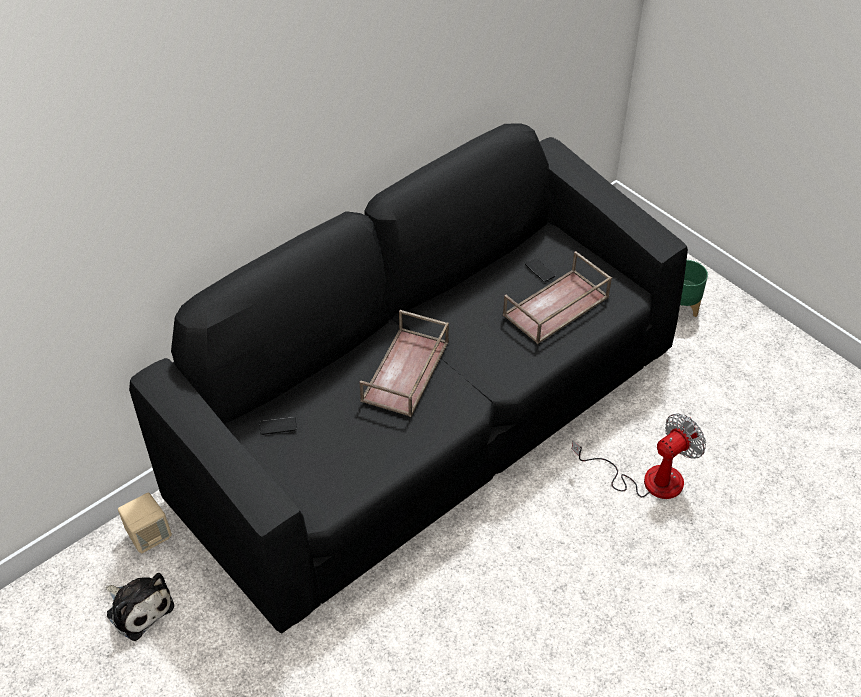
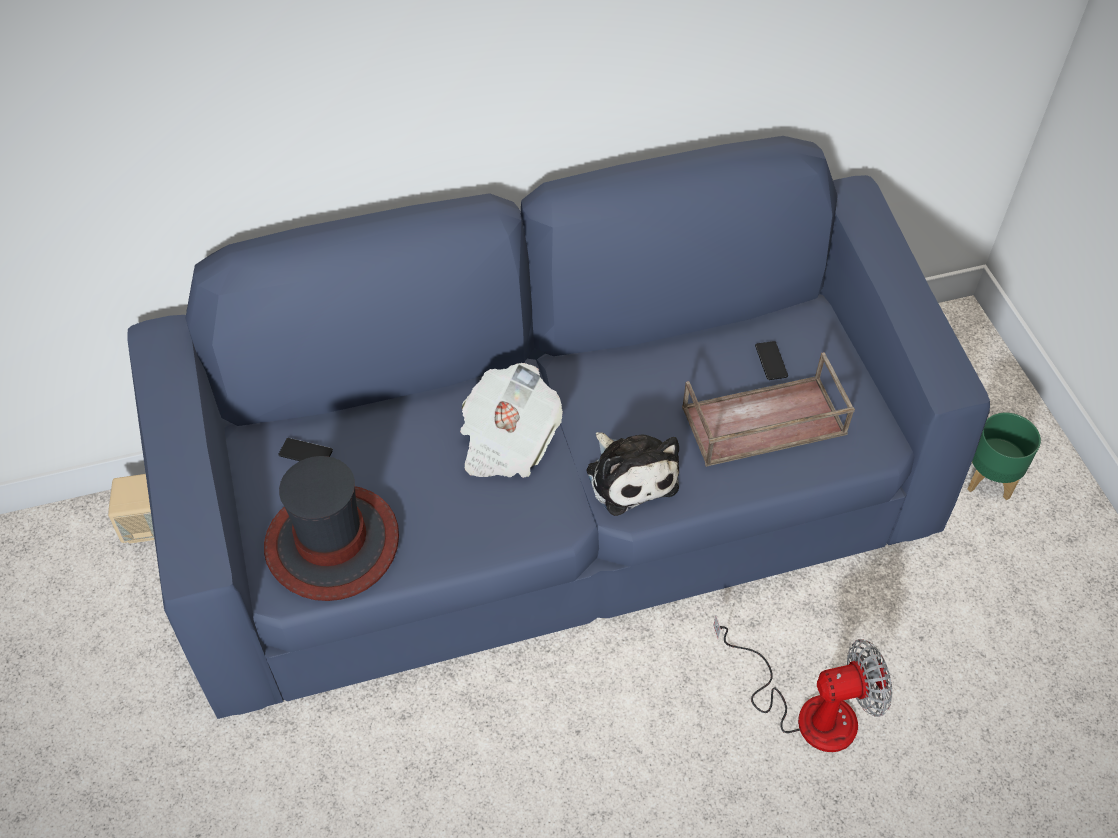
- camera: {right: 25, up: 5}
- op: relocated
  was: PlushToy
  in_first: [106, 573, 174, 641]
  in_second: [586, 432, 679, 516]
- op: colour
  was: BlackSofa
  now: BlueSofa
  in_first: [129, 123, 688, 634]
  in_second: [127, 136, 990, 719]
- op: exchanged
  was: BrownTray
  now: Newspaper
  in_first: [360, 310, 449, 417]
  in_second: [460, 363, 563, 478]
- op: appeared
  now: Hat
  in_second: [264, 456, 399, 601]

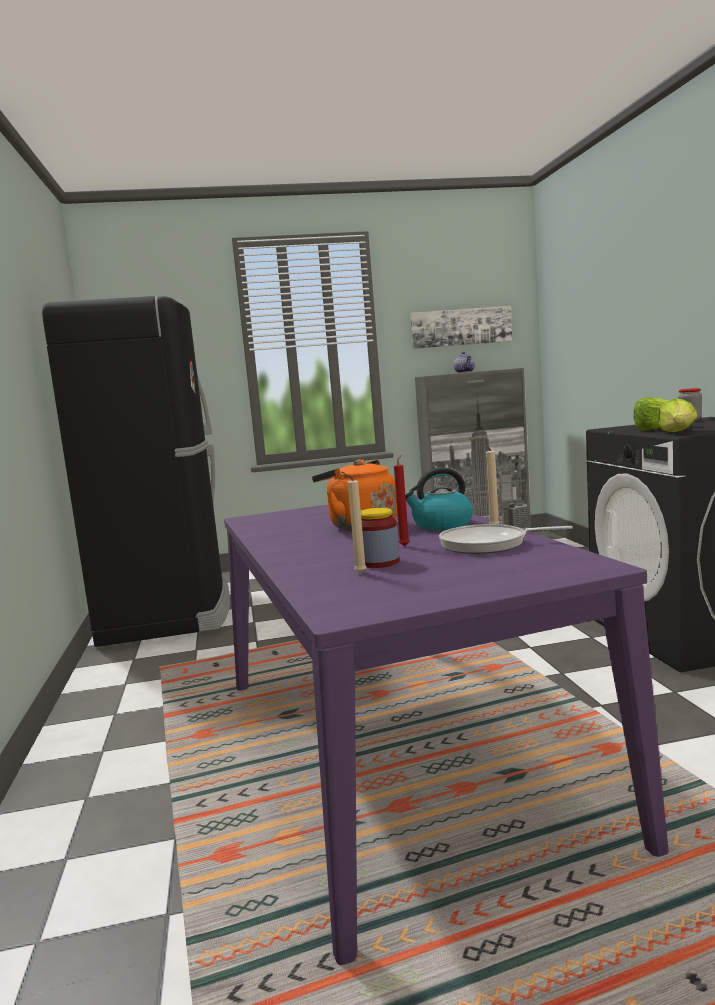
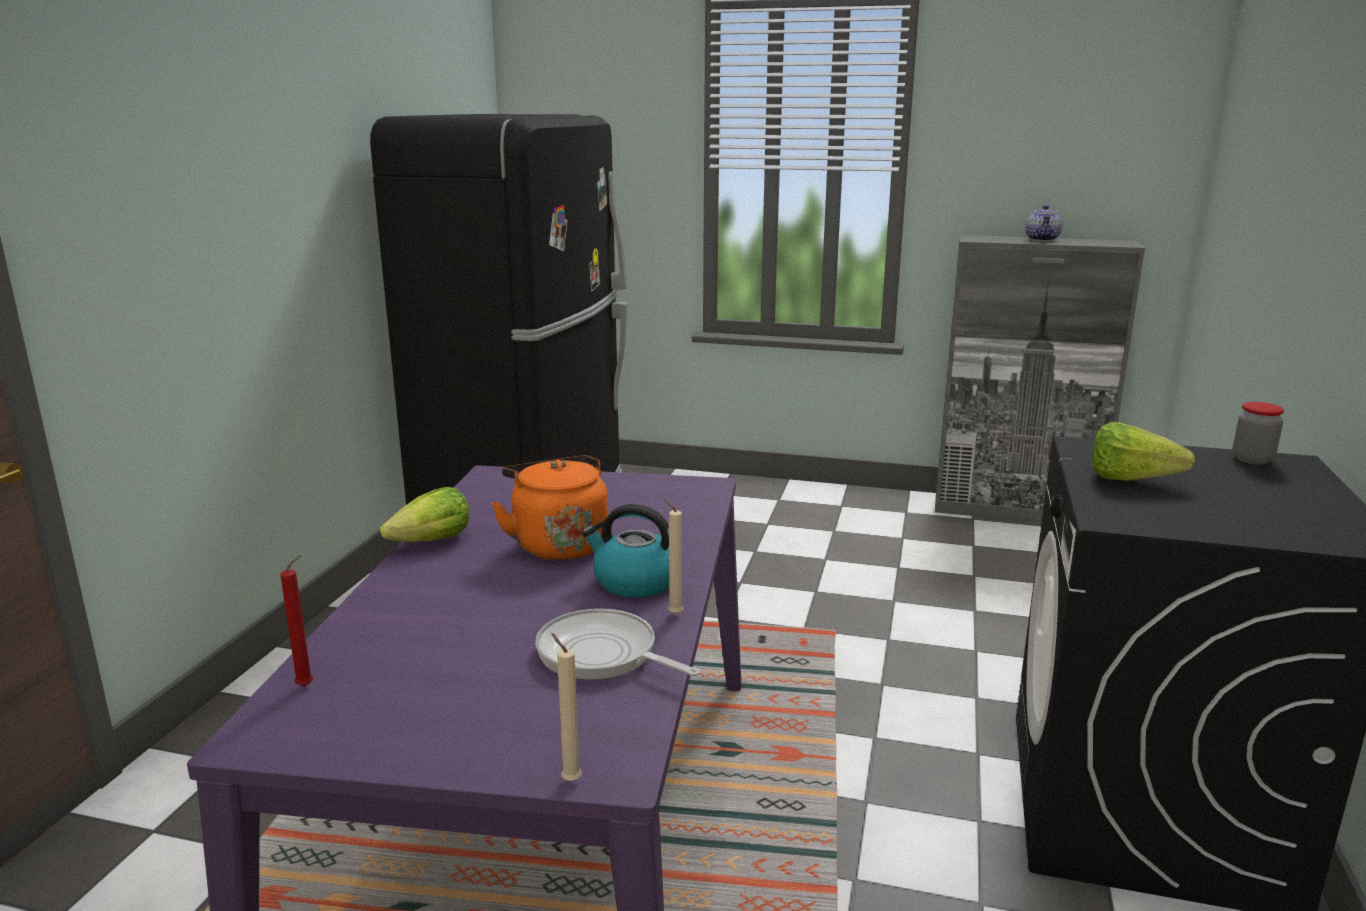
- camera: {right: 25, up: 10}
- op: relocated
  was: BeigeCandle
  in_first: [341, 471, 367, 573]
  in_second: [551, 633, 581, 782]
- op: missing
  was: Jar
  in_first: [361, 508, 399, 568]
- op: relocated
  was: RedCandle
  in_first: [394, 455, 410, 546]
  in_second: [280, 555, 313, 687]
- op: missing
  was: Picture
  in_first: [410, 306, 512, 349]
- op: relocated
  was: Lettuce
  in_first: [658, 399, 698, 432]
  in_second: [380, 487, 470, 542]

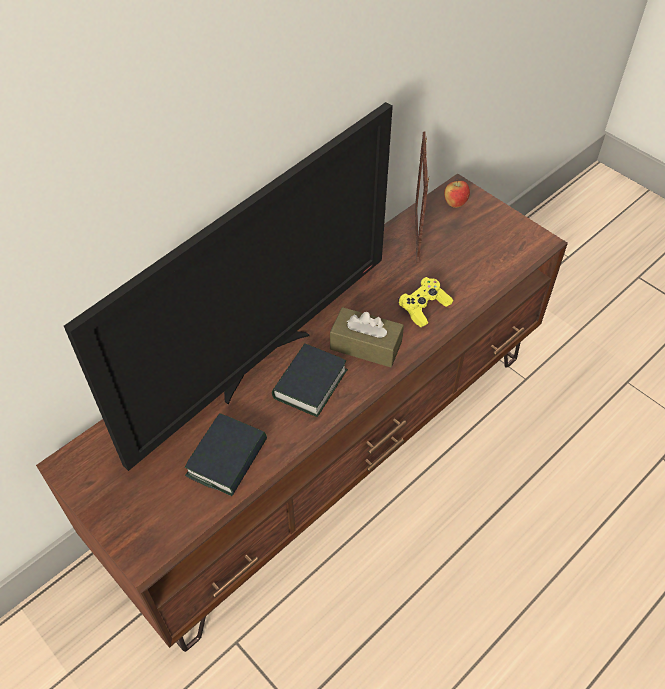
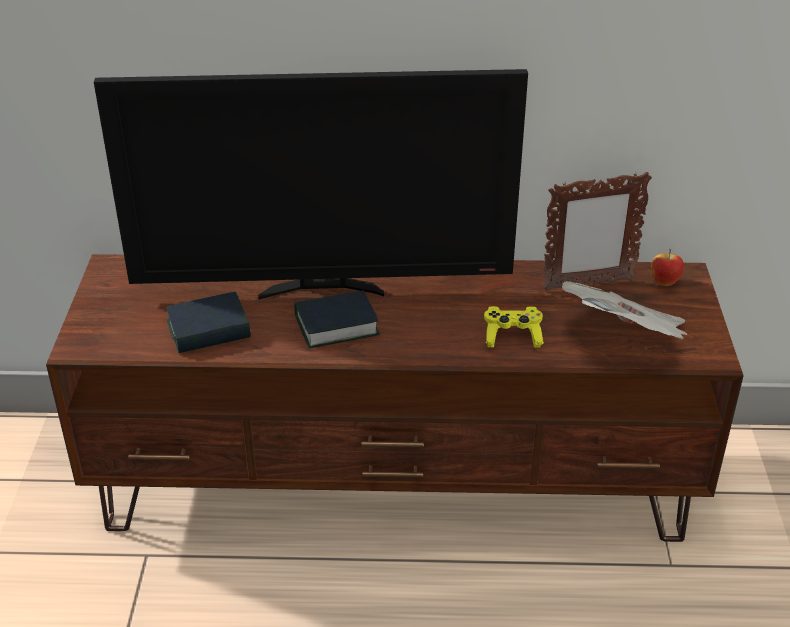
- camera: {right: 45, up: -15}
- op: missing
  was: BrownTissueBox
  in_first: [330, 307, 404, 367]
- op: spun
  was: PictureFrame
  in_first: [415, 132, 429, 263]
  in_second: [542, 172, 652, 291]
  clockwise: -150
- op: appeared
  now: Newspaper
  in_second: [562, 281, 687, 339]

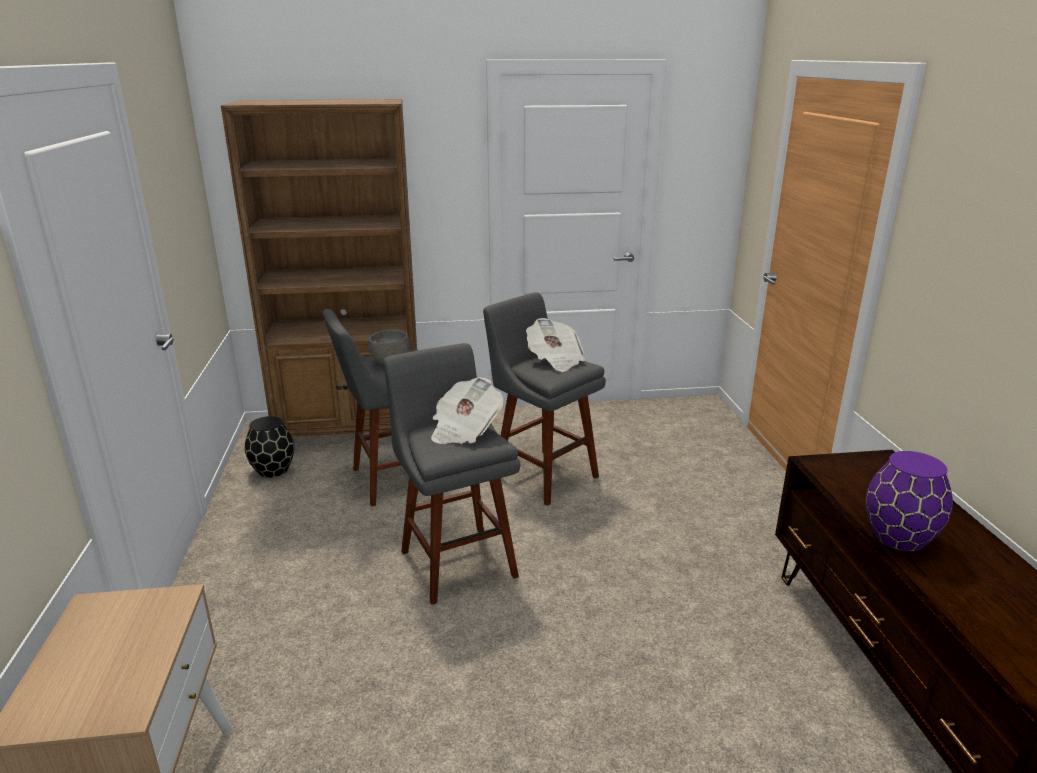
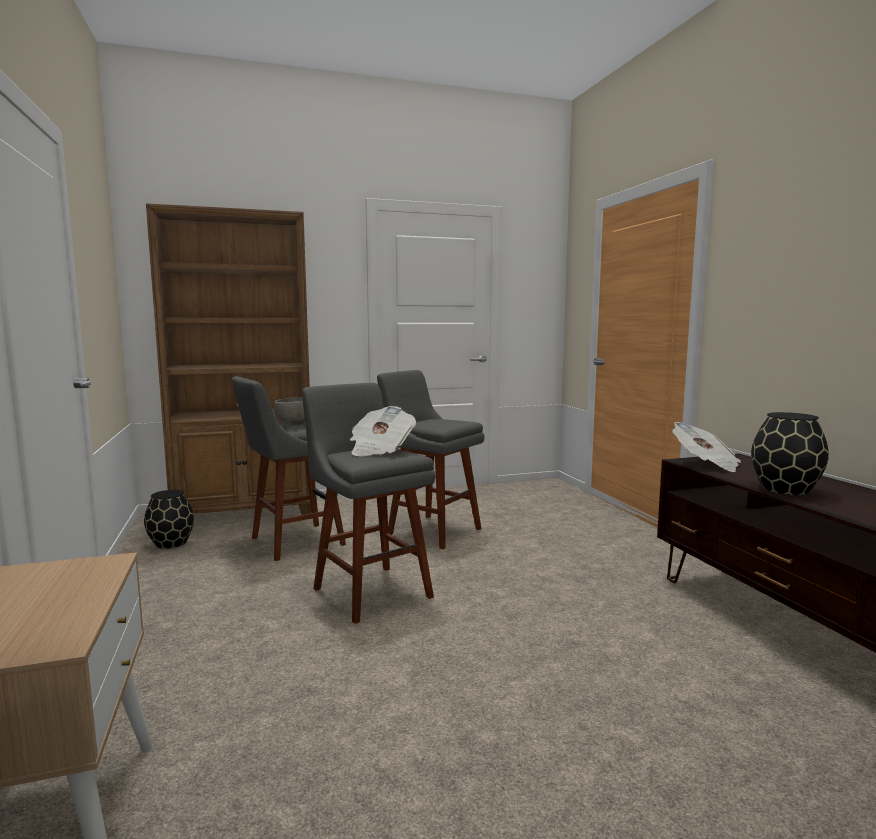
- camera: {right: -10, up: -15}
- op: relocated
  was: Newspaper
  in_first: [526, 318, 585, 372]
  in_second: [672, 422, 741, 472]
- op: colour
  was: PurpleVase
  now: BlackVase
  in_first: [866, 451, 953, 552]
  in_second: [751, 412, 829, 495]

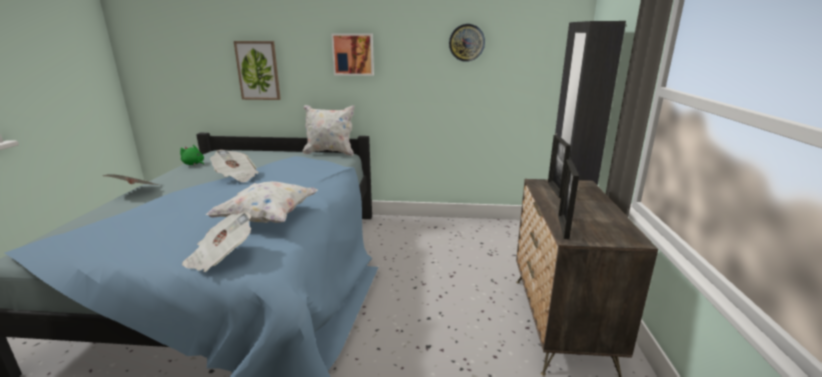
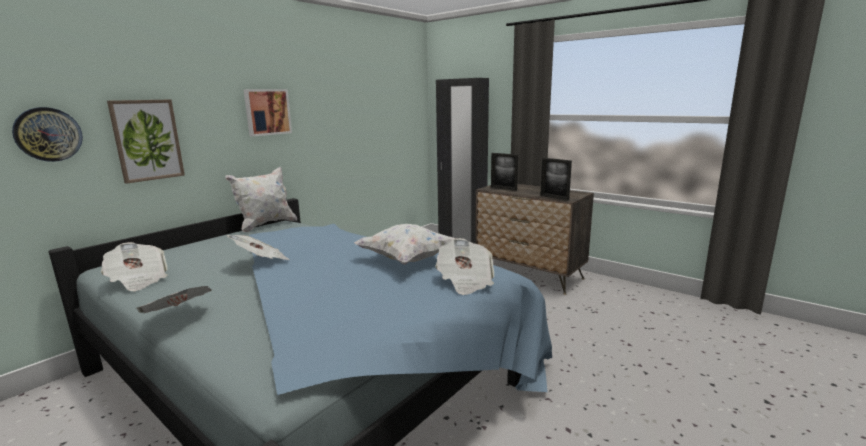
- camera: {right: -55, up: -5}
- op: exchanged
  was: GreenPlushToy
  now: Newspaper
  in_first: [180, 145, 204, 166]
  in_second: [101, 242, 168, 291]
- op: relocated
  was: WallClock
  in_first: [449, 24, 485, 62]
  in_second: [12, 107, 83, 162]

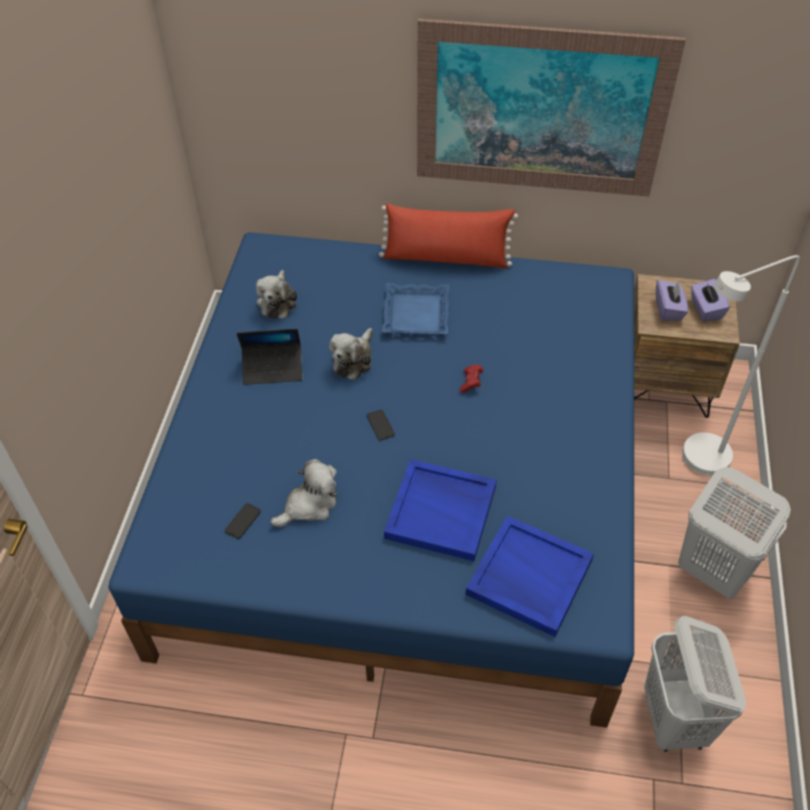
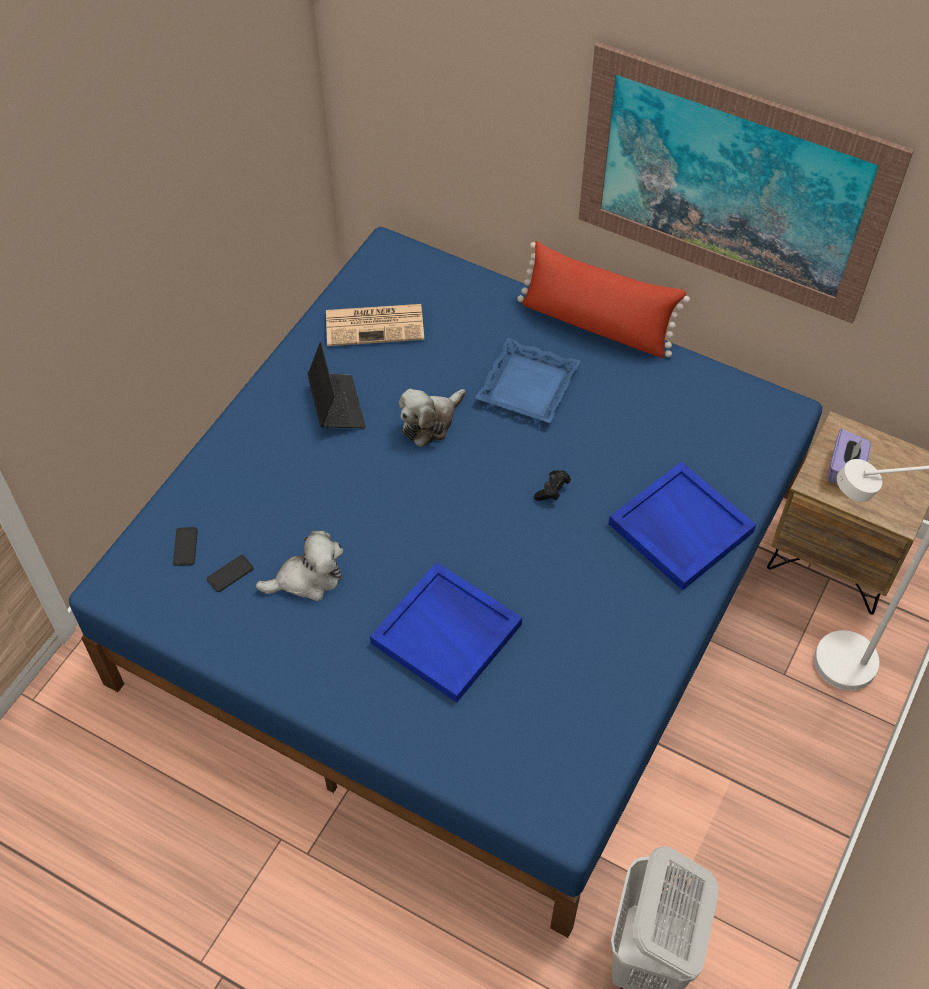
- camera: {right: 20, up: 5}
- op: spun
  was: Laptop
  in_first: [237, 329, 302, 385]
  in_second: [307, 342, 366, 428]
  clockwise: -120
- op: exchanged
  was: PlushToy
  now: Newspaper
  in_first: [256, 270, 297, 319]
  in_second: [326, 304, 424, 346]
- op: relocated
  was: Phone
  in_first: [367, 410, 395, 441]
  in_second: [173, 527, 198, 566]
- op: colour
  was: RedGameController
  now: BlackGameController
  in_first: [460, 364, 483, 393]
  in_second: [534, 470, 571, 501]
- op: relocated
  was: BlueTray
  in_first: [465, 516, 594, 637]
  in_second: [609, 462, 756, 591]
- op: missing
  was: WhiteLaundryBasket
  in_first: [678, 467, 791, 599]
- op: missing
  was: PurpleTissueBox
  in_first: [691, 279, 730, 321]

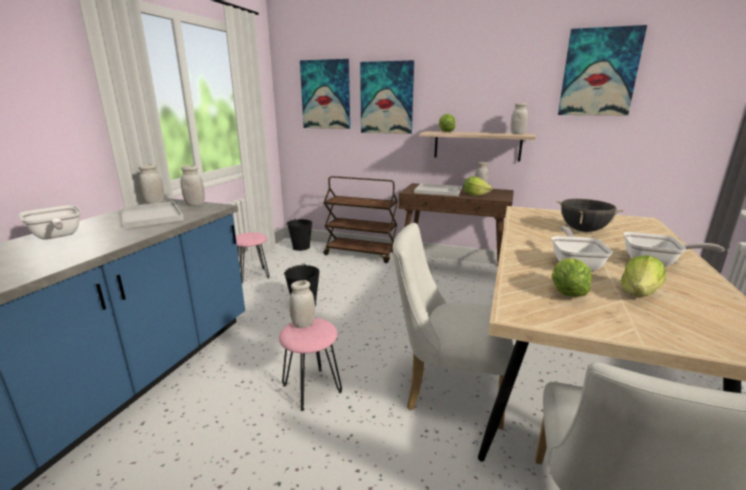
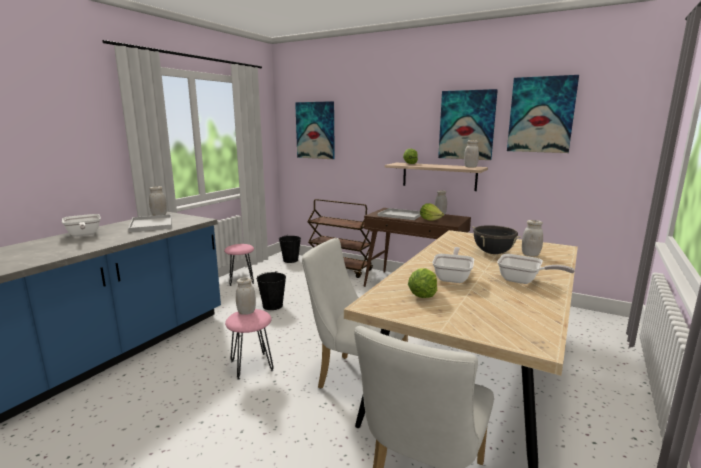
- camera: {right: 10, up: -5}
- op: relocated
  was: WhiteJar
  in_first: [180, 166, 205, 206]
  in_second: [522, 220, 543, 257]
- op: relocated
  was: Picture
  in_first: [360, 60, 414, 134]
  in_second: [438, 89, 498, 160]
- op: missing
  was: Lettuce
  in_first: [621, 255, 666, 297]

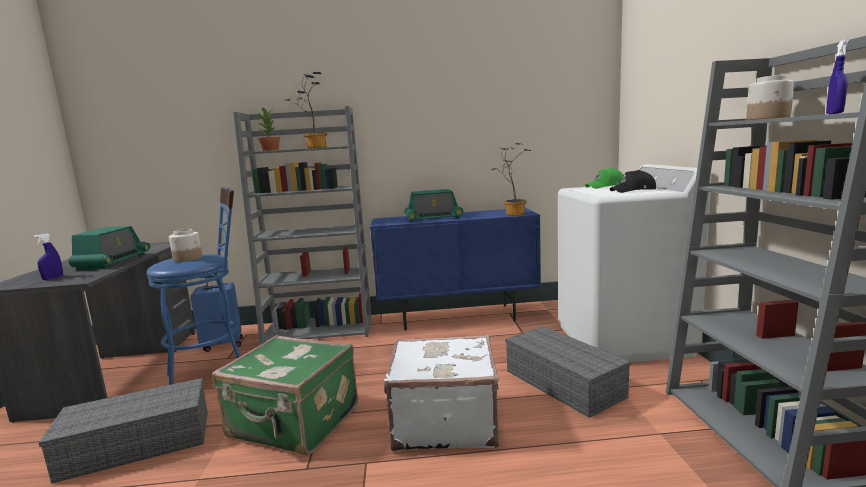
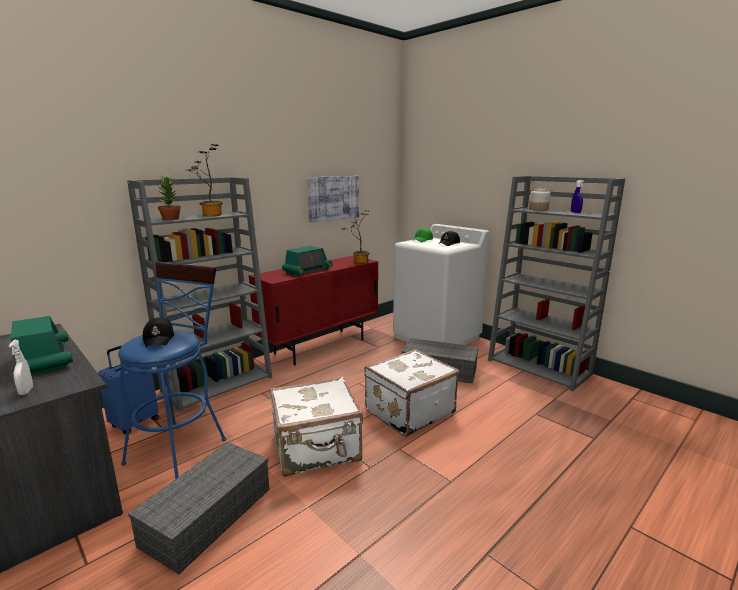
- camera: {right: -40, up: 5}
- op: colour
  was: BlueSprayBottle
  now: WhiteSprayBottle
  in_first: [34, 233, 63, 280]
  in_second: [9, 340, 33, 395]
- op: exchanged
  was: Jar
  now: BlackCap
  in_first: [169, 229, 202, 262]
  in_second: [143, 317, 174, 347]
- op: colour
  was: GreenSuitcase
  now: WhiteSuitcase
  in_first: [212, 335, 358, 455]
  in_second: [270, 377, 363, 477]
- op: colour
  was: BlueCabinet
  now: RedCabinet
  in_first: [370, 208, 541, 330]
  in_second: [248, 256, 378, 366]
- op: appeared
  now: Picture
  in_second: [307, 176, 359, 222]

